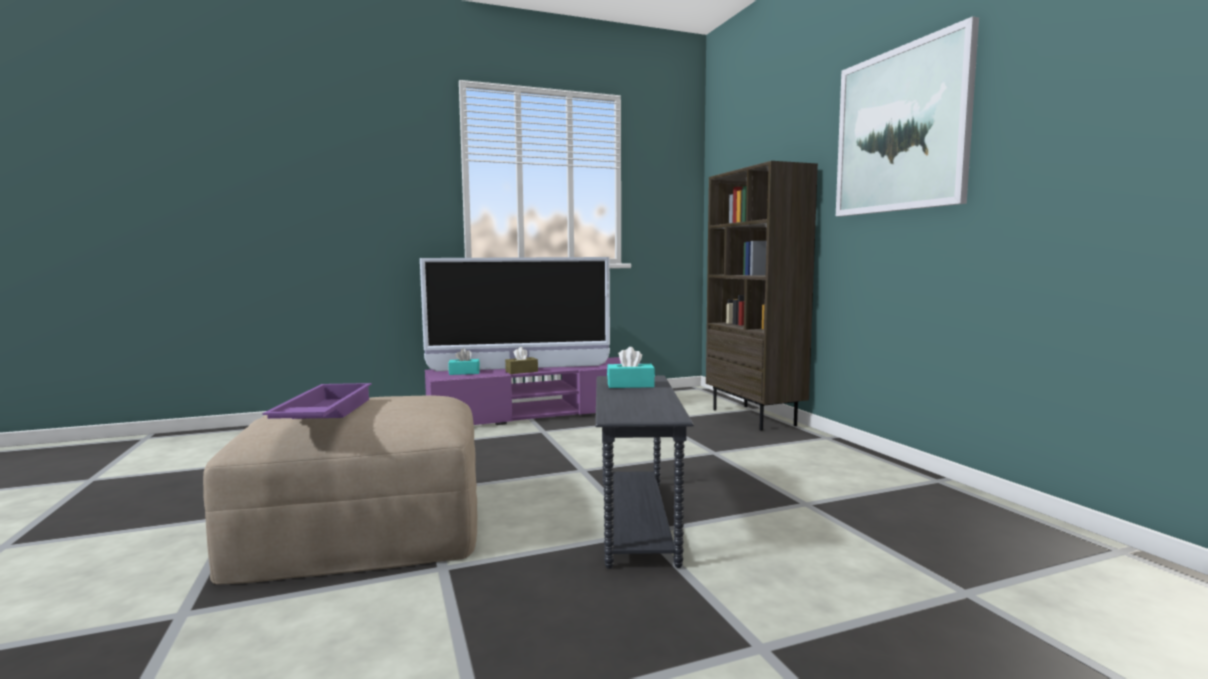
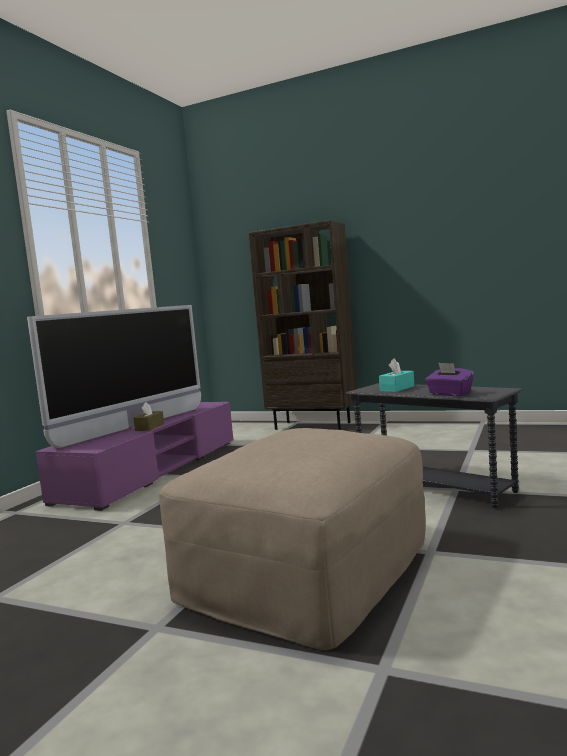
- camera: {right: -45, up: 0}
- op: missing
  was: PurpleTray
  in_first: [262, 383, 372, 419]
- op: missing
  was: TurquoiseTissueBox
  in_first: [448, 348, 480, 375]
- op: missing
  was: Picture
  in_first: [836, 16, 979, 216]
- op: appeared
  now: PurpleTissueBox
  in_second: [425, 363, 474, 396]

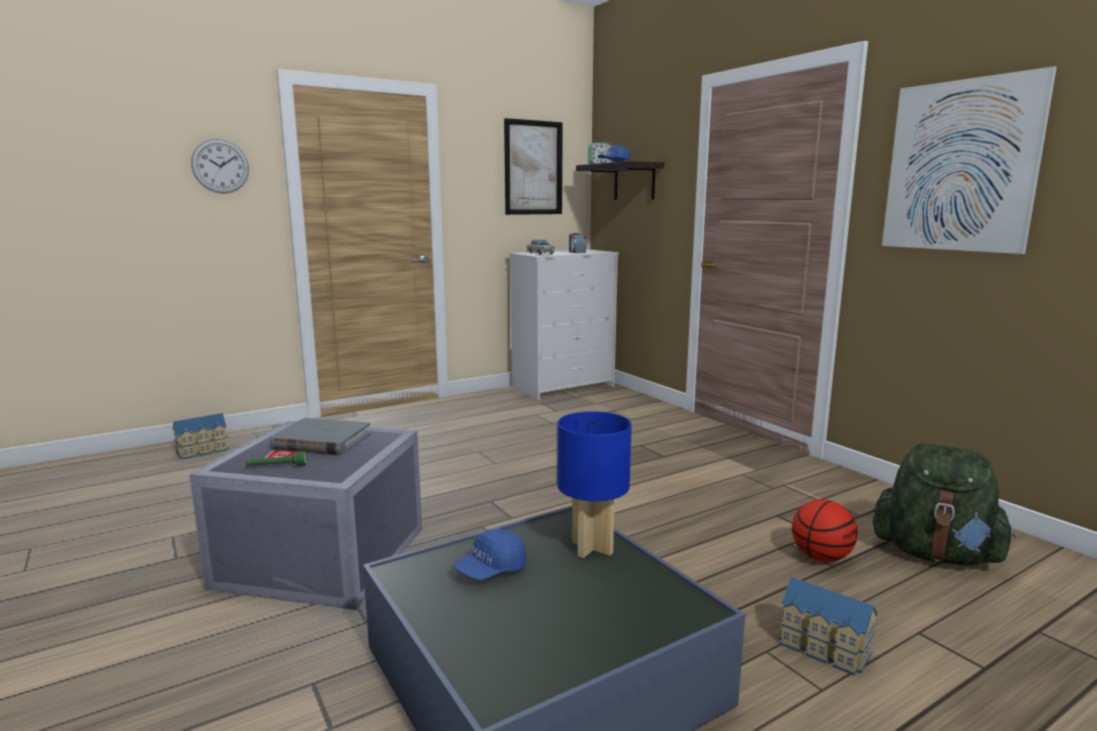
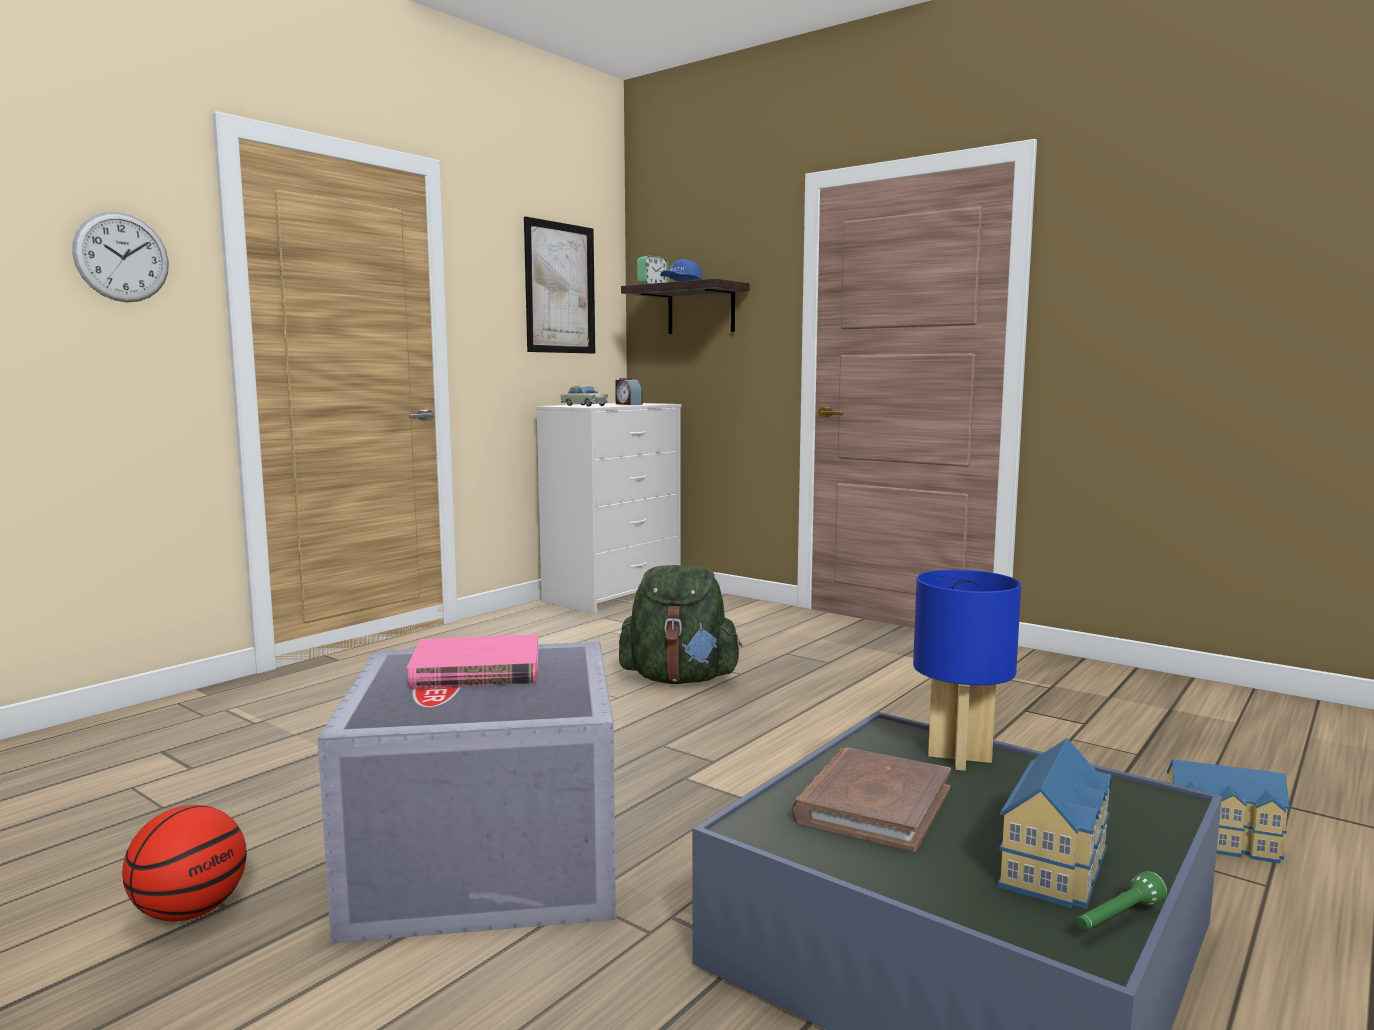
- camera: {right: -20, up: -5}
- op: relocated
  was: ToyHouse
  in_first: [173, 413, 229, 459]
  in_second: [998, 739, 1112, 908]
- op: relocated
  was: GreenFlashlight
  in_first: [246, 451, 307, 466]
  in_second: [1077, 871, 1167, 930]
- op: colour
  was: GreyBook
  now: PinkBook
  in_first: [270, 418, 371, 455]
  in_second: [407, 634, 539, 689]
- op: exchanged
  was: BlueCap
  now: BrownBook
  in_first: [453, 529, 526, 580]
  in_second: [791, 748, 951, 852]
- op: relocated
  was: Basketball
  in_first: [792, 499, 858, 562]
  in_second: [122, 805, 247, 921]
- op: relocated
  was: GreenBackpack
  in_first: [873, 444, 1016, 566]
  in_second: [619, 565, 742, 684]
- op: missing
  was: Picture
  in_first: [882, 66, 1057, 254]

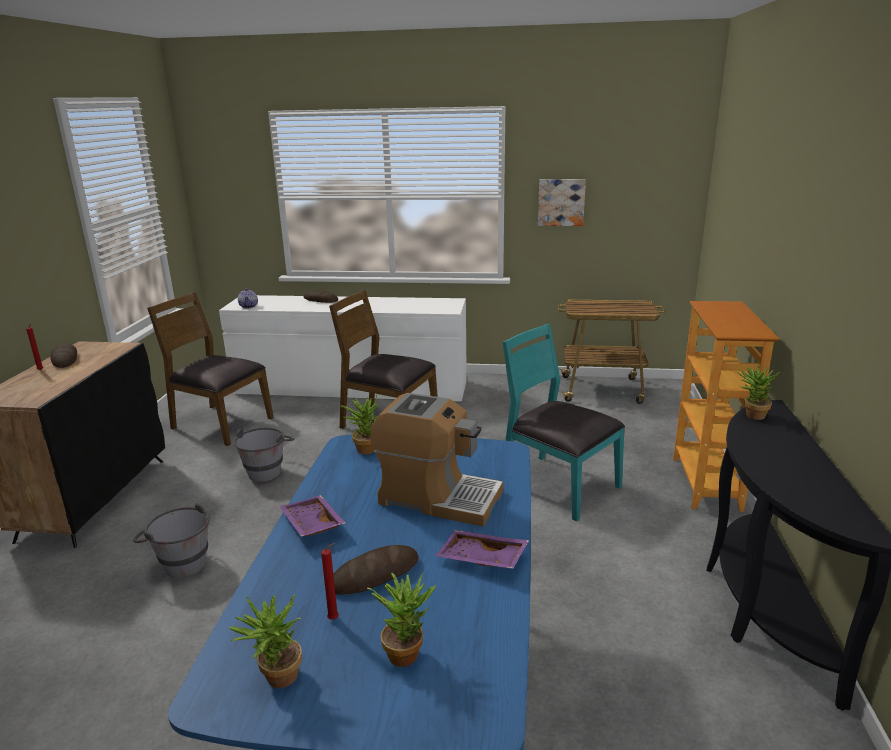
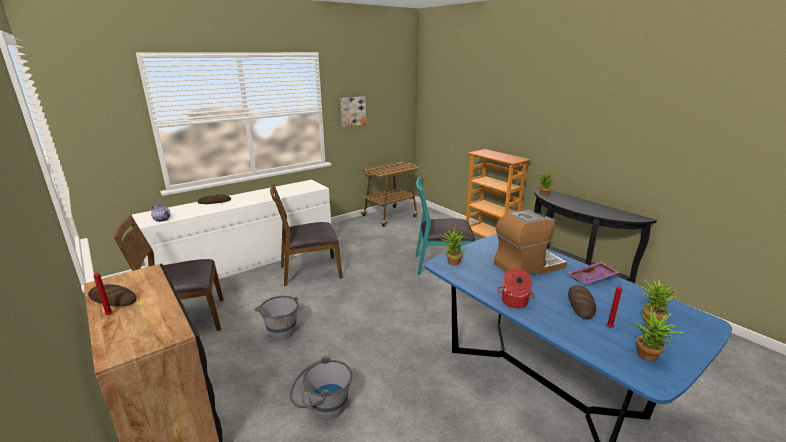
- camera: {right: -45, up: 0}
- op: exchanged
  was: PurpleTray
  now: CookingPot
  in_first: [280, 495, 346, 537]
  in_second: [497, 268, 535, 309]

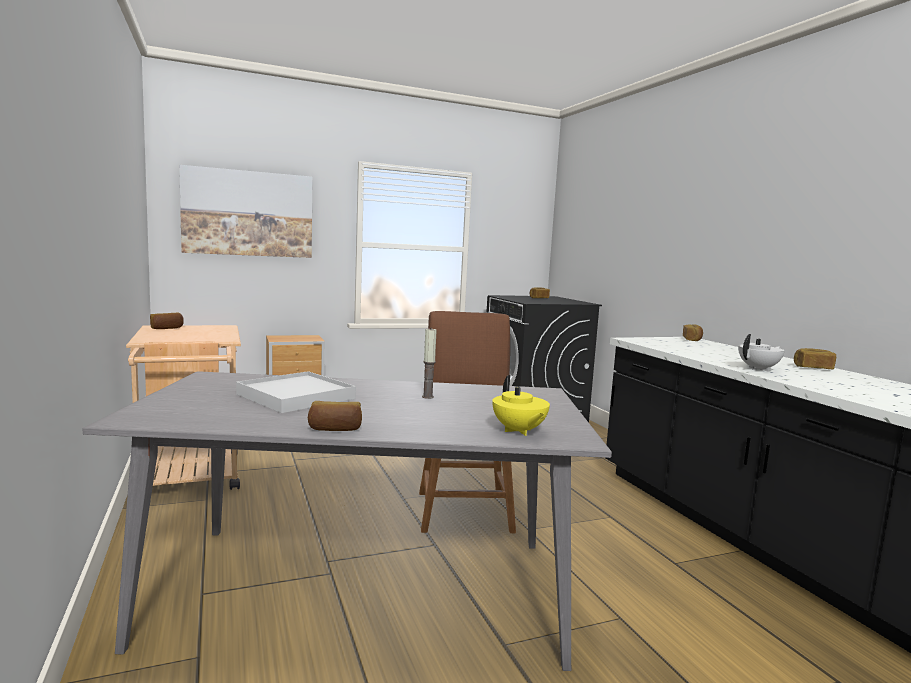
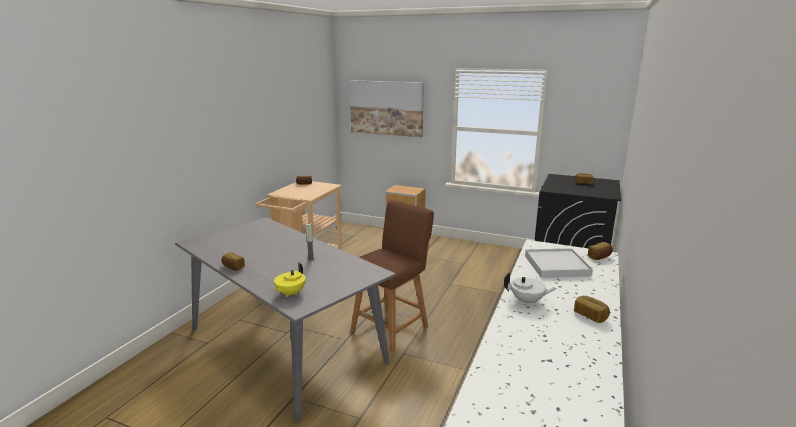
- camera: {right: 45, up: 10}
- op: relocated
  was: WhiteTray
  in_first: [236, 371, 356, 413]
  in_second: [525, 248, 593, 278]

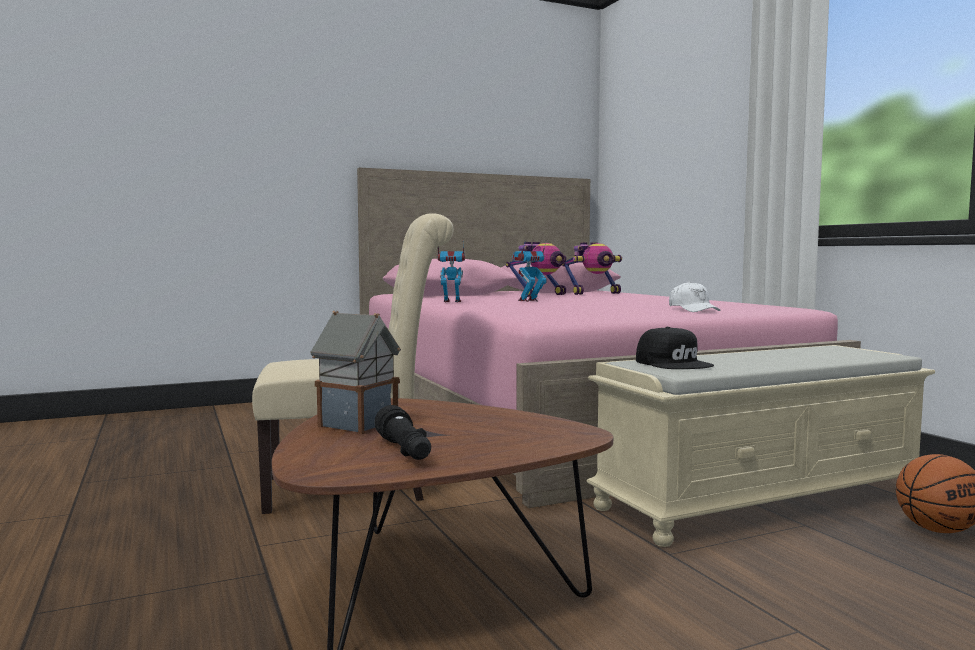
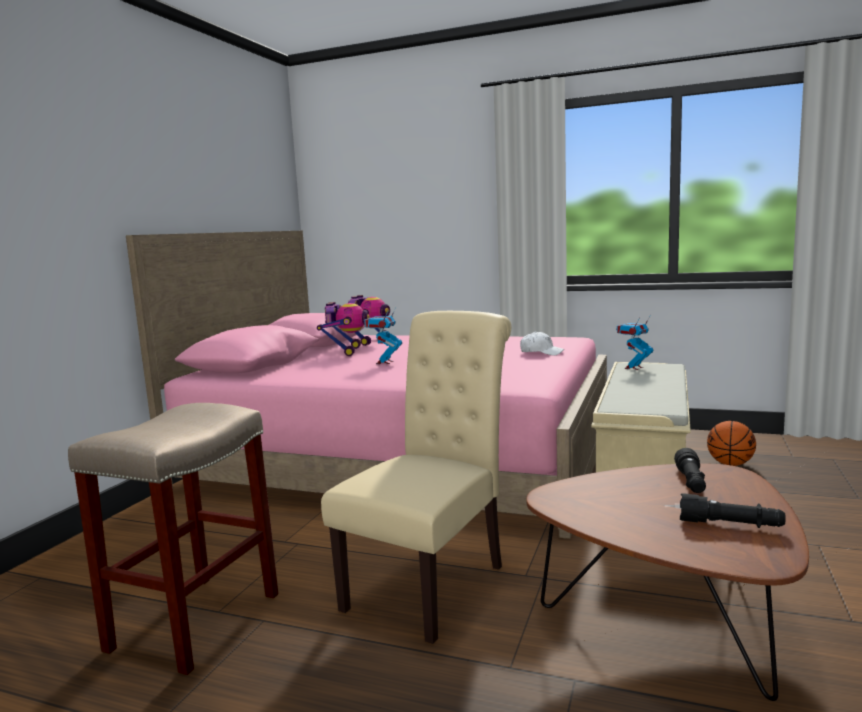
- camera: {right: -45, up: 5}
- op: missing
  was: ToyHouse
  in_first: [310, 311, 401, 434]
- op: relocated
  was: ToyRobot
  in_first: [438, 246, 465, 303]
  in_second: [616, 315, 653, 370]
- op: missing
  was: BlackCap
  in_first: [636, 327, 714, 369]
- op: appeared
  now: BeigeStool
  in_second: [68, 403, 278, 675]
- op: appeared
  now: BlackFlashlight
  in_second: [674, 448, 706, 493]

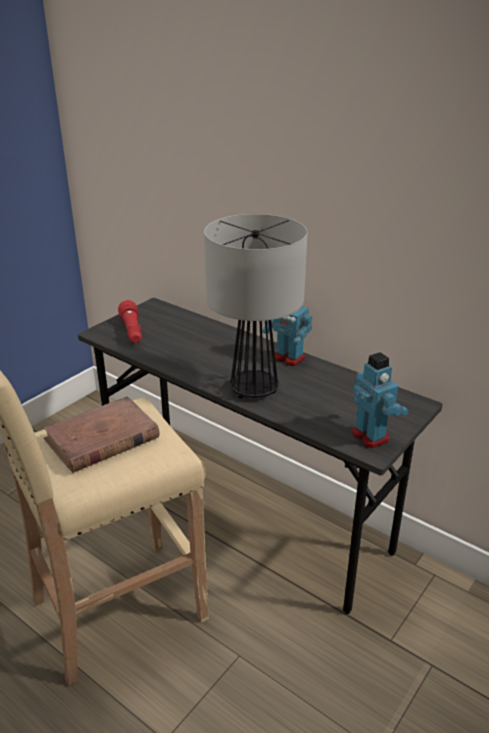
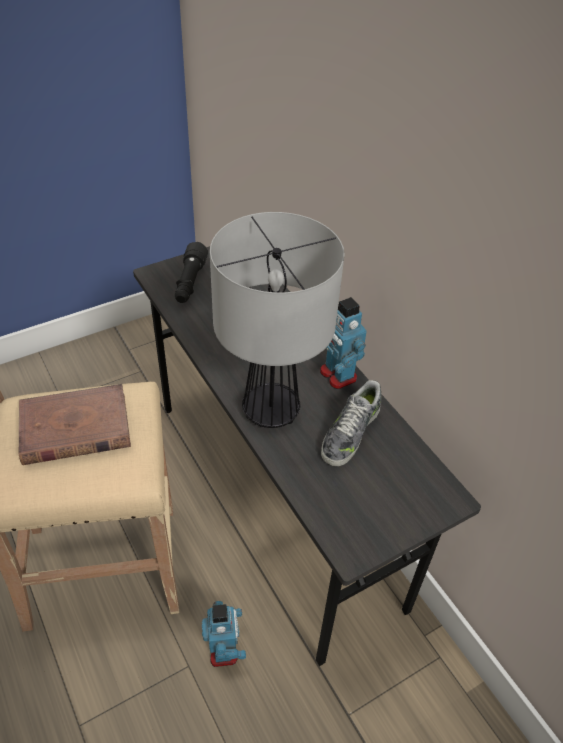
- camera: {right: 20, up: 15}
- op: colour
  was: RedFlashlight
  now: BlackFlashlight
  in_first: [118, 300, 142, 343]
  in_second: [175, 242, 208, 303]
- op: relocated
  was: ToyRobot
  in_first: [352, 352, 409, 448]
  in_second: [202, 601, 246, 667]
- op: appeared
  now: Shoe
  in_second: [321, 380, 381, 466]

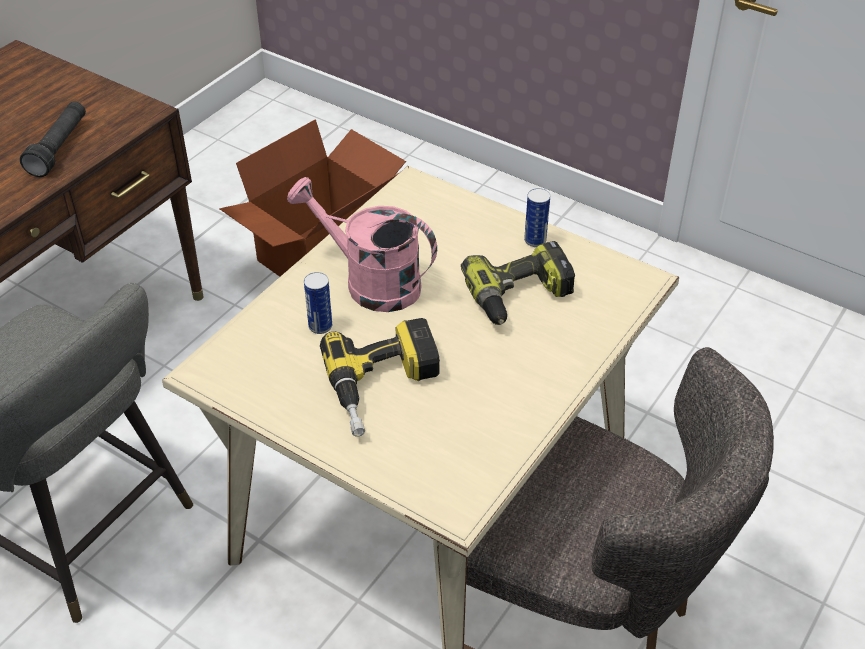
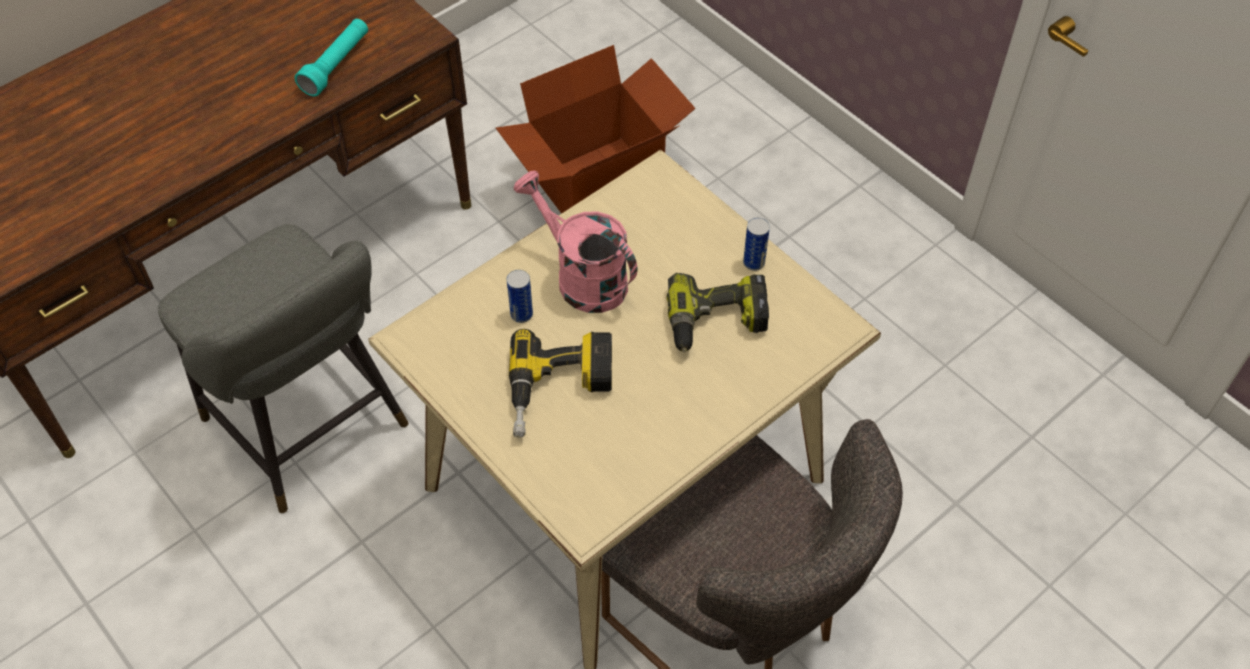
- camera: {right: 15, up: 10}
- op: colour
  was: BlackFlashlight
  now: TurquoiseFlashlight
  in_first: [20, 101, 86, 177]
  in_second: [295, 19, 368, 96]

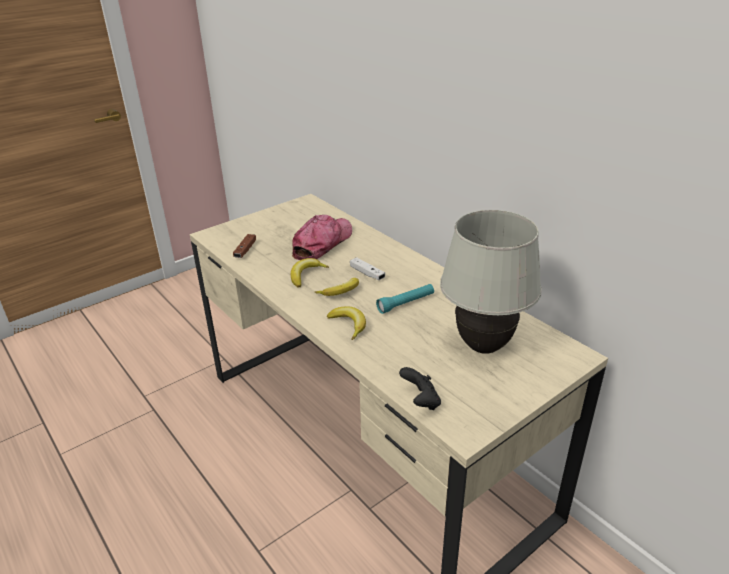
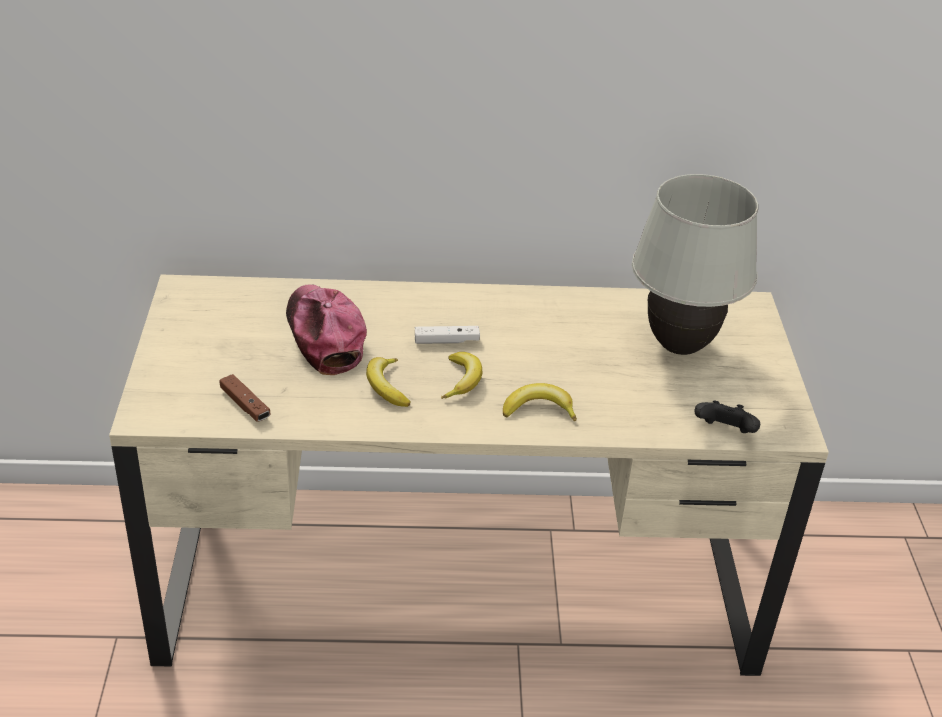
- camera: {right: -55, up: 5}
- op: missing
  was: TurquoiseFlashlight
  in_first: [376, 284, 434, 314]

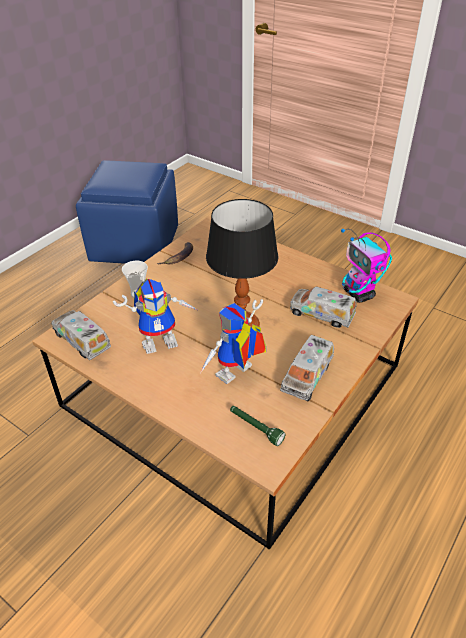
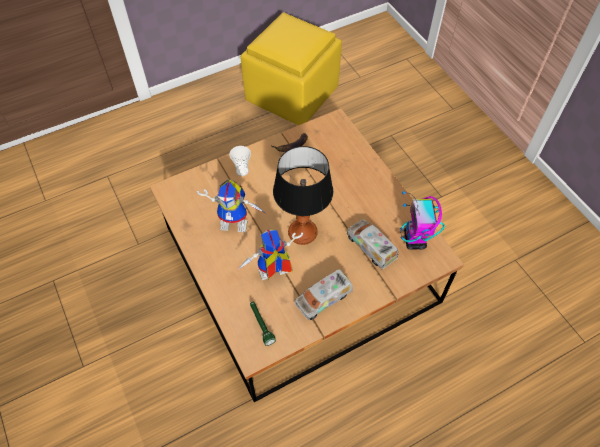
- camera: {right: 25, up: 15}
- op: missing
  was: ToyTruck
  in_first: [51, 310, 111, 360]
- op: colour
  was: BlueOttoman
  now: YellowOttoman
  in_first: [76, 160, 178, 264]
  in_second: [241, 12, 342, 125]

